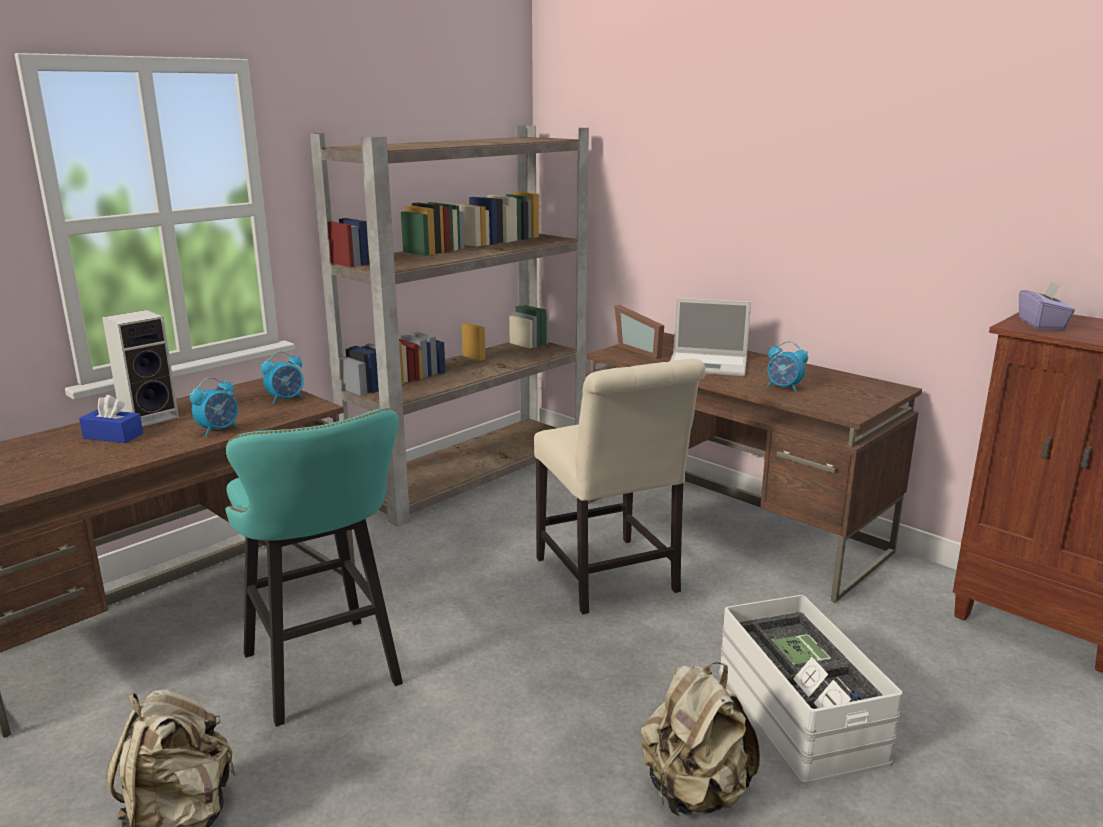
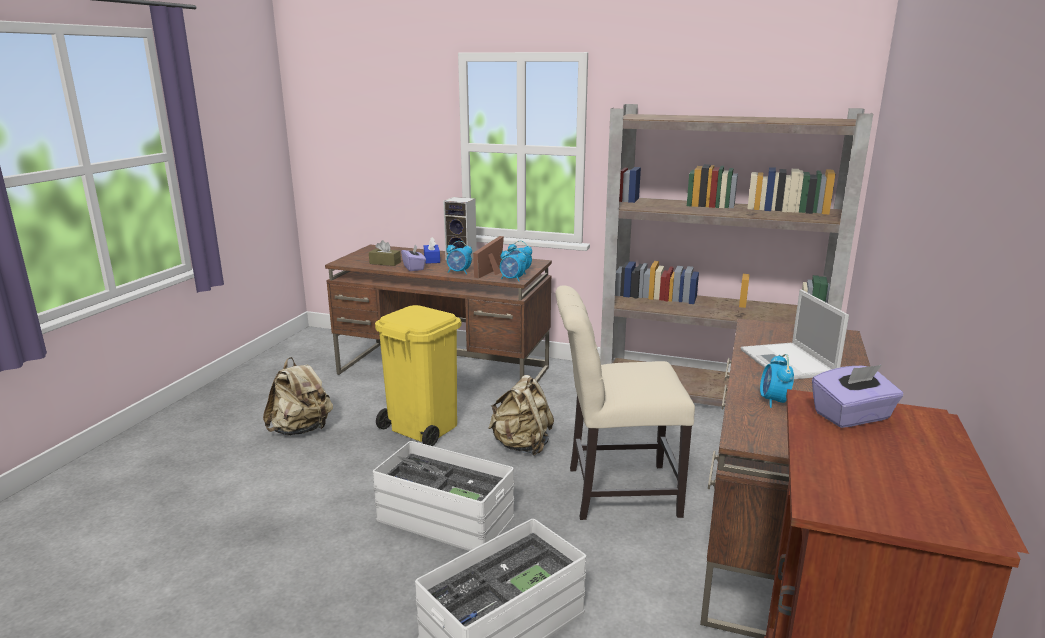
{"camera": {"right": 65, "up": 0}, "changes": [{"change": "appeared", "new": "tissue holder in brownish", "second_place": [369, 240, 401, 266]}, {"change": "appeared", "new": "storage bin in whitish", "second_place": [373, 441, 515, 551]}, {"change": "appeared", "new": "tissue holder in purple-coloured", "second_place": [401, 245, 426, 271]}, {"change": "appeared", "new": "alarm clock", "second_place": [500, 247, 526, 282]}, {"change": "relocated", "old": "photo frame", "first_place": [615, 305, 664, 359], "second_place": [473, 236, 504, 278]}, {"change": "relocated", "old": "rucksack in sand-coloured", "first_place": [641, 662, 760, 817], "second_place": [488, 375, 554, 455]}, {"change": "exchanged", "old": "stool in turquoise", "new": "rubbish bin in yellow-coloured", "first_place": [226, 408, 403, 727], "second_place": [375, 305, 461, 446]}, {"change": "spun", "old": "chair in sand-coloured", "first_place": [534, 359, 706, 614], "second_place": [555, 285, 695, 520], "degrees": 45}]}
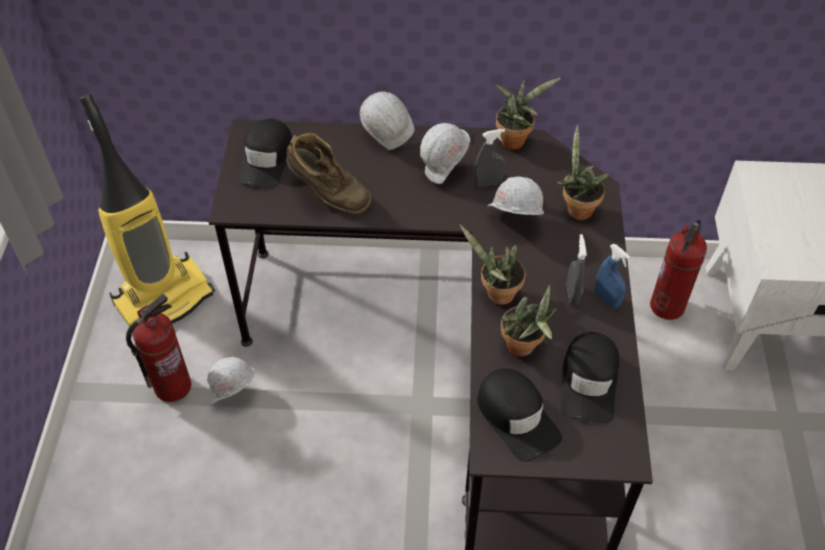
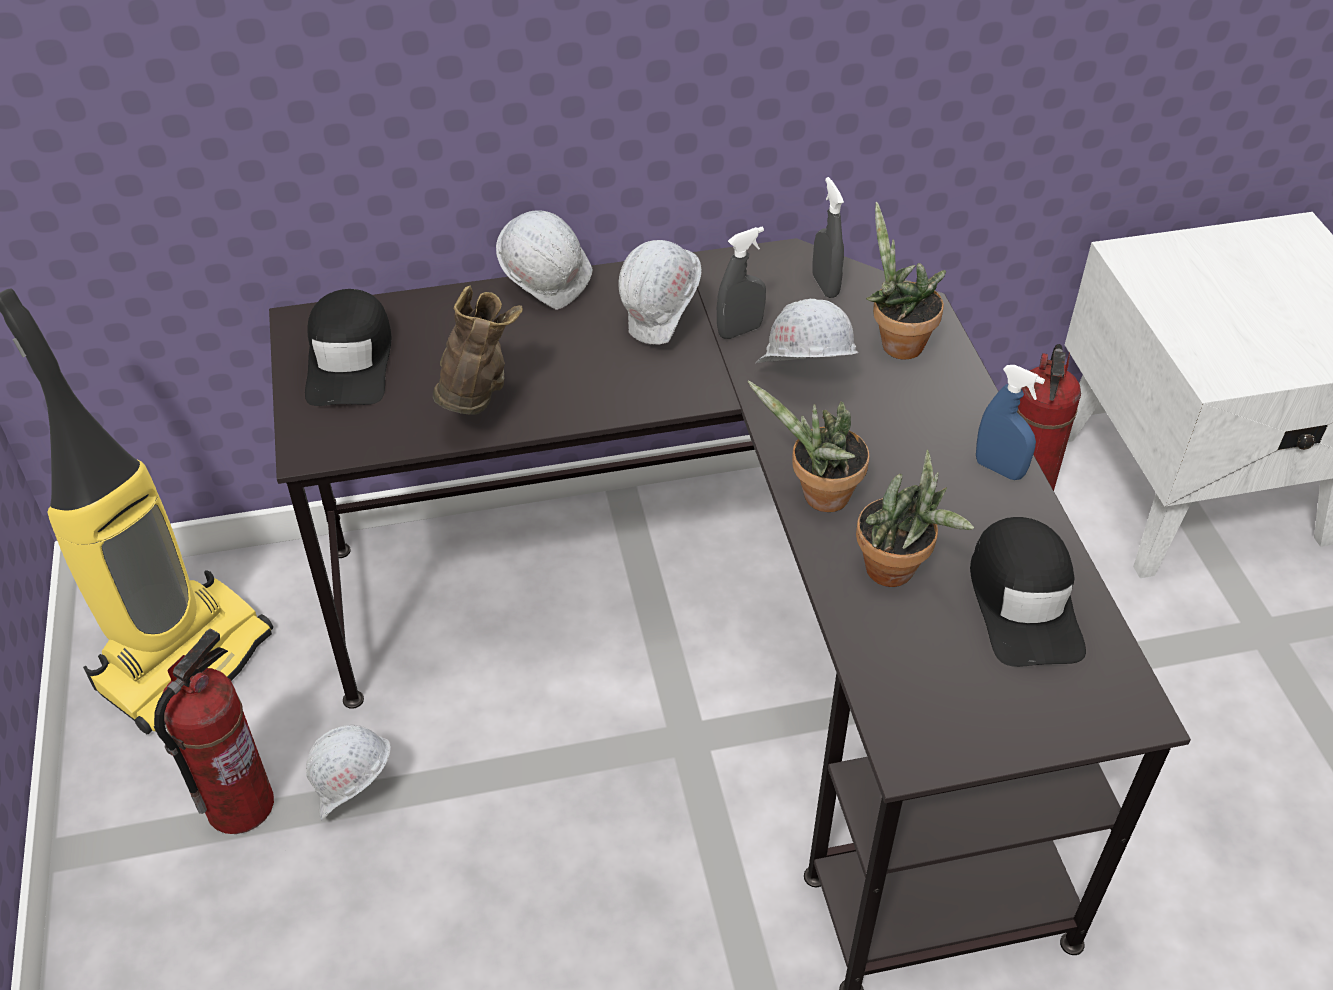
{"camera": {"right": -15, "up": -5}, "changes": [{"change": "missing", "old": "peaked cap in black", "first_place": [477, 368, 562, 462]}, {"change": "missing", "old": "houseplant", "first_place": [494, 78, 561, 150]}, {"change": "relocated", "old": "hand sprayer in gray", "first_place": [567, 234, 587, 305], "second_place": [812, 177, 844, 298]}, {"change": "spun", "old": "high-top boot in brownish", "first_place": [286, 133, 372, 215], "second_place": [433, 285, 523, 415], "degrees": -105}]}
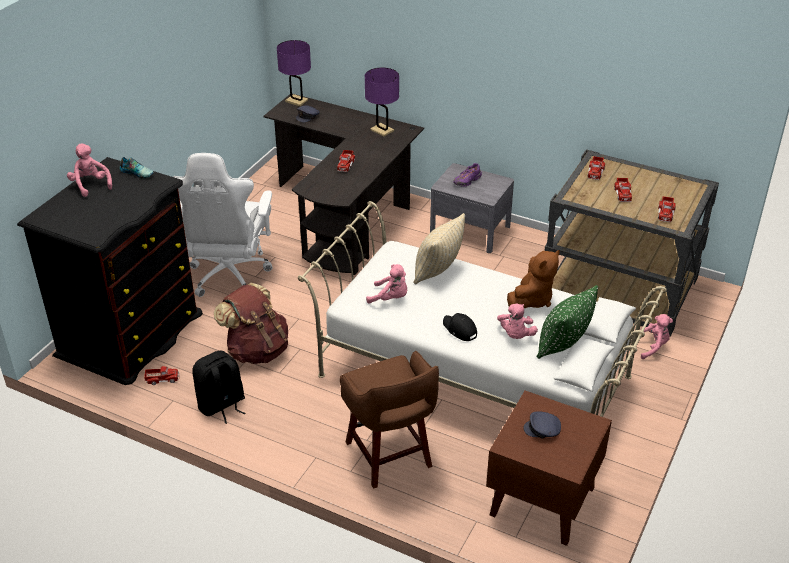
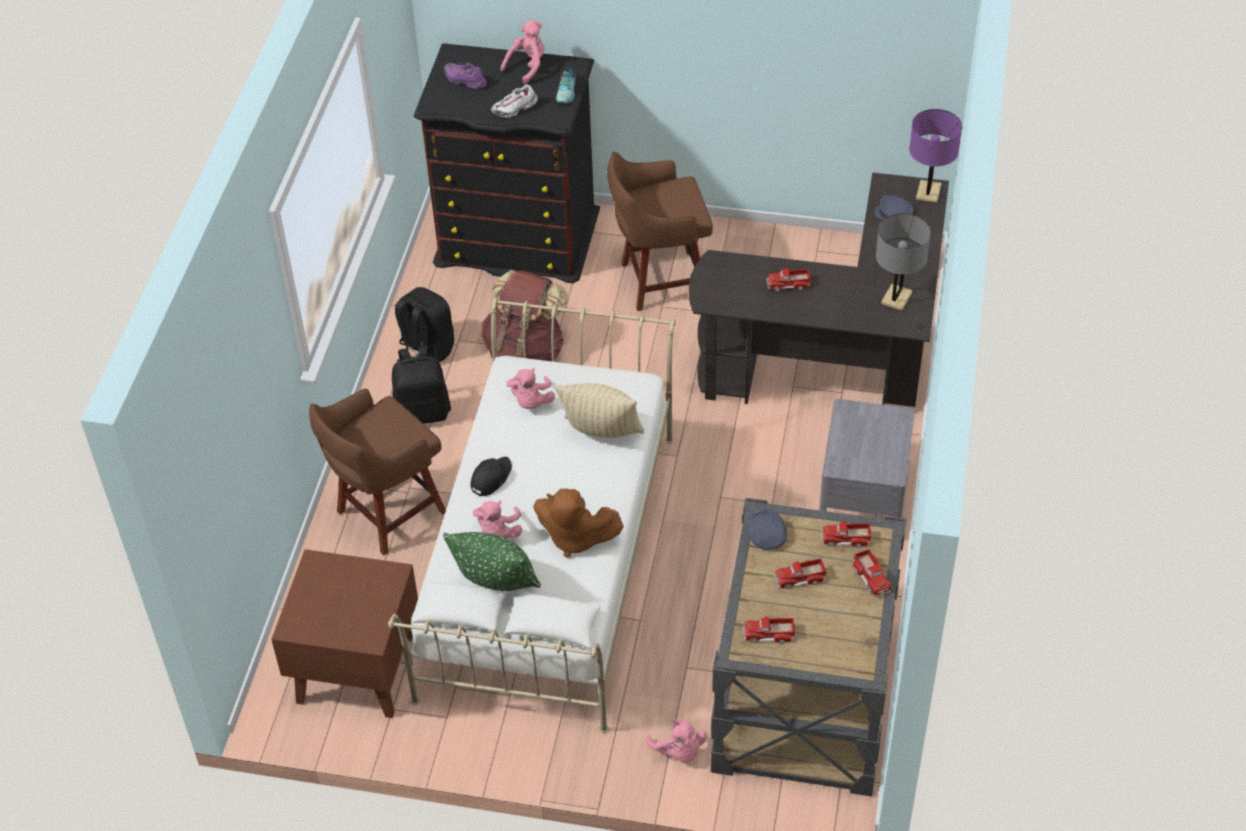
{"camera": {"right": 75, "up": 10}, "changes": [{"change": "appeared", "new": "rucksack in black", "second_place": [392, 346, 451, 424]}, {"change": "appeared", "new": "item of footwear in whitish", "second_place": [491, 85, 538, 118]}, {"change": "relocated", "old": "toy truck", "first_place": [144, 366, 180, 385], "second_place": [852, 549, 891, 597]}, {"change": "relocated", "old": "item of footwear in purple-coloured", "first_place": [453, 163, 482, 187], "second_place": [444, 63, 486, 89]}, {"change": "relocated", "old": "peaked cap in gray", "first_place": [524, 411, 561, 438], "second_place": [747, 509, 787, 549]}, {"change": "exchanged", "old": "computer chair in whitish", "new": "stool in brownish", "first_place": [173, 153, 272, 297], "second_place": [607, 152, 713, 311]}, {"change": "colour", "old": "lamp for a table in purple-coloured", "new": "lamp for a table in gray", "first_place": [365, 68, 399, 137], "second_place": [876, 213, 931, 311]}, {"change": "spun", "old": "plush toy in pink-coloured", "first_place": [497, 303, 538, 339], "second_place": [473, 501, 522, 539], "degrees": -75}]}
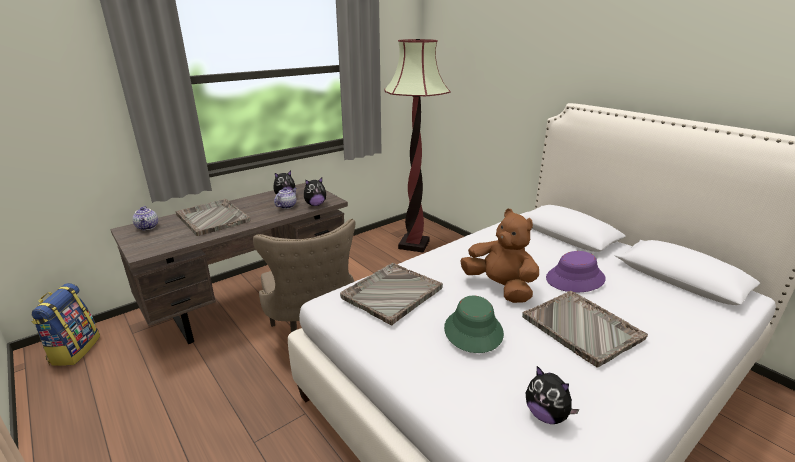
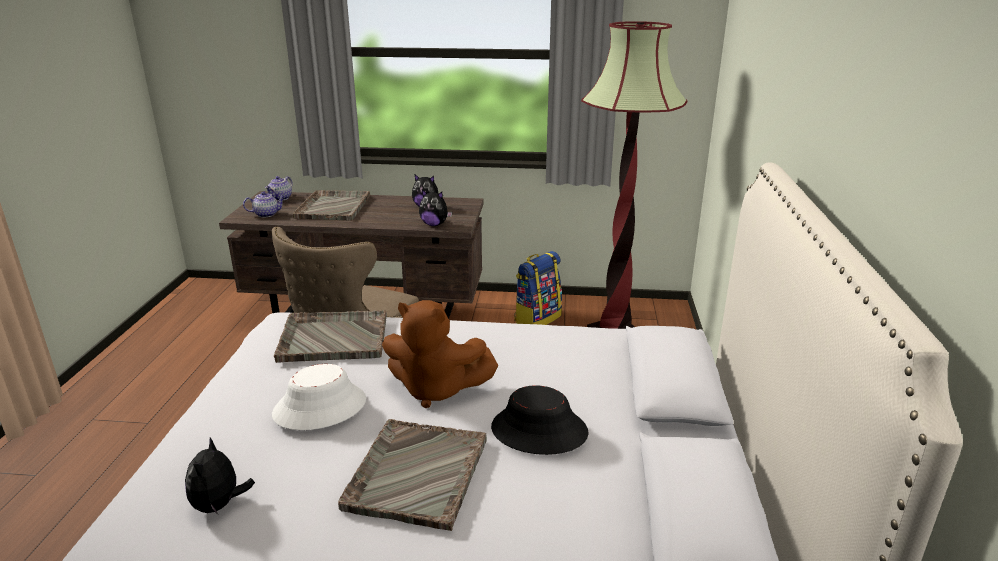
{"camera": {"right": 45, "up": 0}, "changes": [{"change": "relocated", "old": "rucksack", "first_place": [31, 283, 100, 366], "second_place": [514, 251, 562, 325]}, {"change": "relocated", "old": "tea pot", "first_place": [274, 188, 296, 209], "second_place": [243, 191, 285, 218]}, {"change": "colour", "old": "wearable hat in green", "new": "wearable hat in whitish", "first_place": [444, 296, 504, 353], "second_place": [272, 364, 366, 430]}, {"change": "colour", "old": "wearable hat in purple-coloured", "new": "wearable hat in black", "first_place": [546, 251, 606, 293], "second_place": [491, 385, 589, 455]}, {"change": "spun", "old": "plush toy in brownish", "first_place": [460, 209, 539, 303], "second_place": [382, 300, 499, 408], "degrees": 105}]}
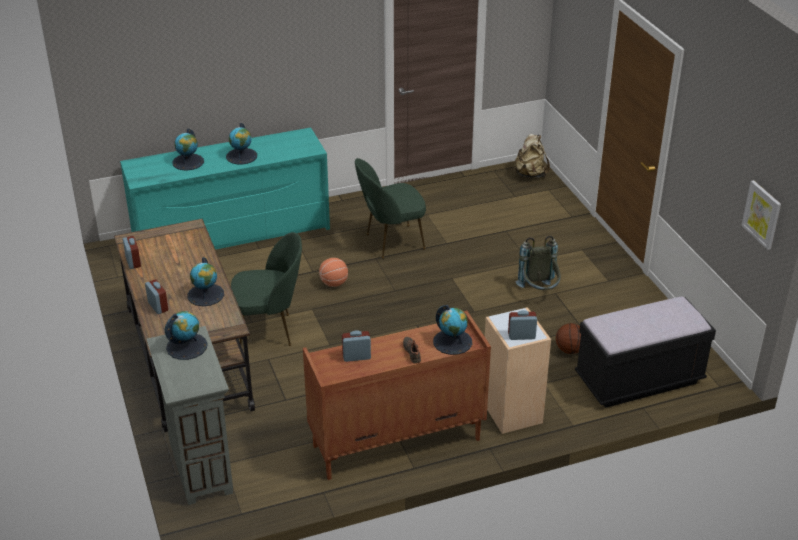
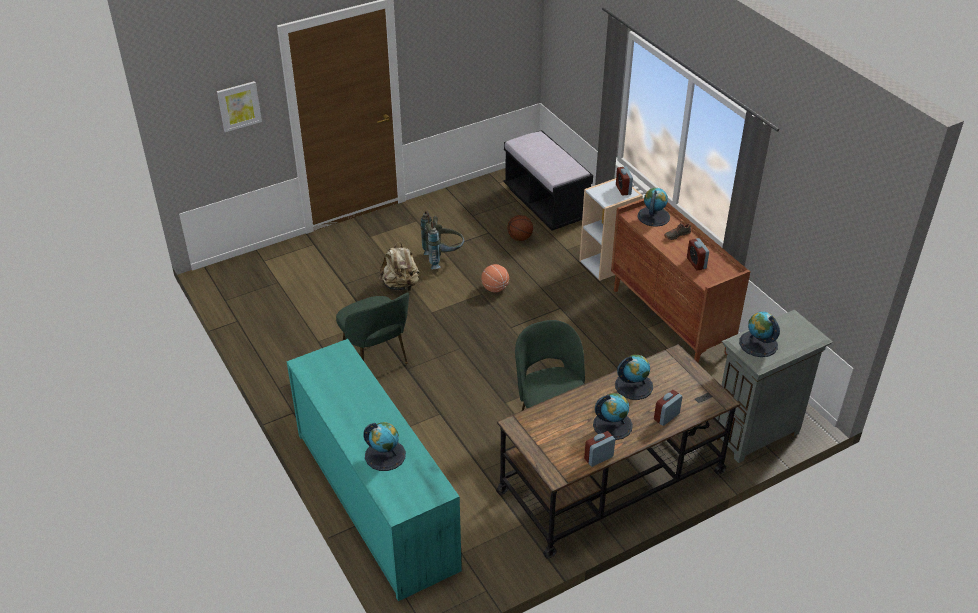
{"camera": {"right": -100, "up": 5}, "changes": [{"change": "relocated", "old": "desk globe", "first_place": [226, 123, 257, 164], "second_place": [593, 393, 633, 440]}, {"change": "relocated", "old": "ball for basketball", "first_place": [319, 258, 348, 287], "second_place": [481, 264, 509, 292]}, {"change": "relocated", "old": "rucksack in sand-coloured", "first_place": [514, 134, 550, 178], "second_place": [379, 241, 420, 292]}, {"change": "relocated", "old": "picture", "first_place": [742, 180, 781, 250], "second_place": [217, 81, 262, 132]}]}
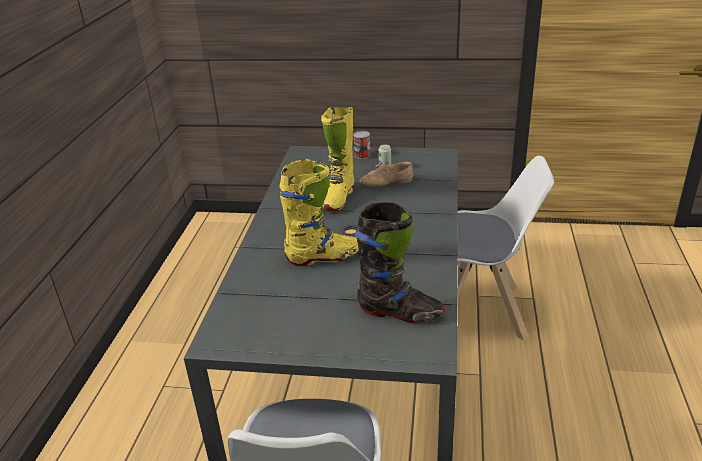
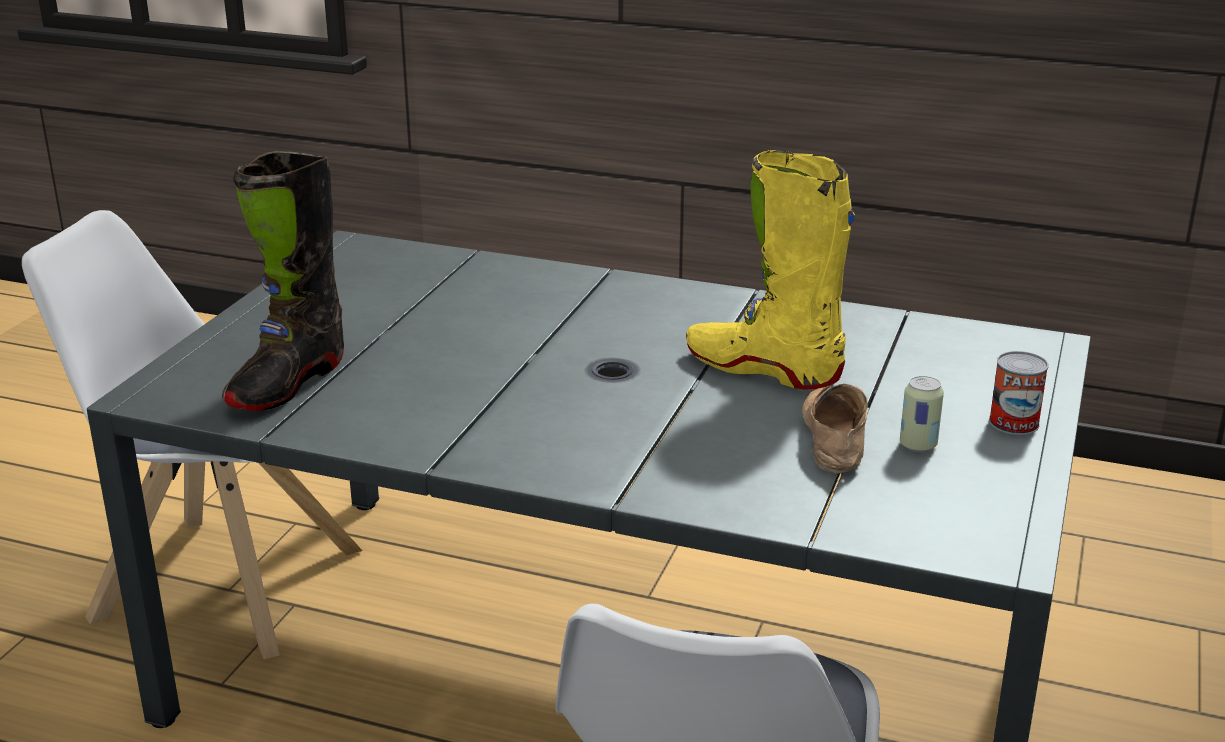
{"camera": {"right": 100, "up": -5}, "changes": [{"change": "missing", "old": "high-top boot in yellow-coloured", "first_place": [279, 159, 359, 266]}]}
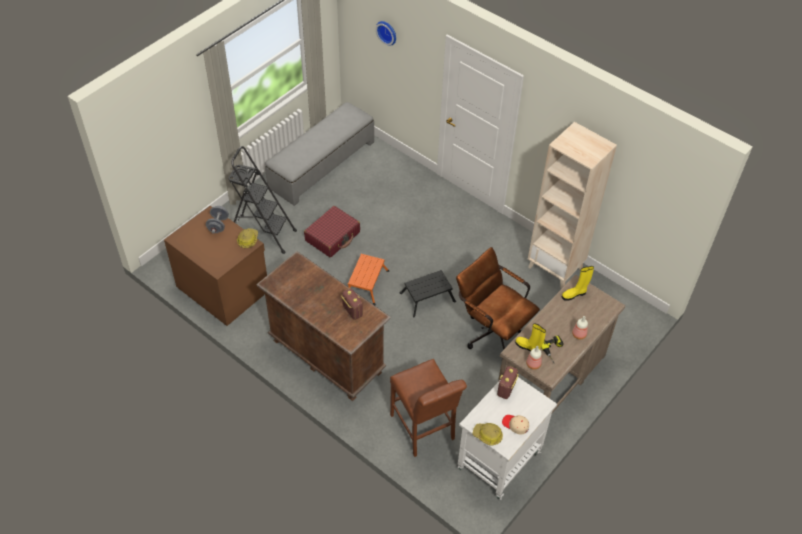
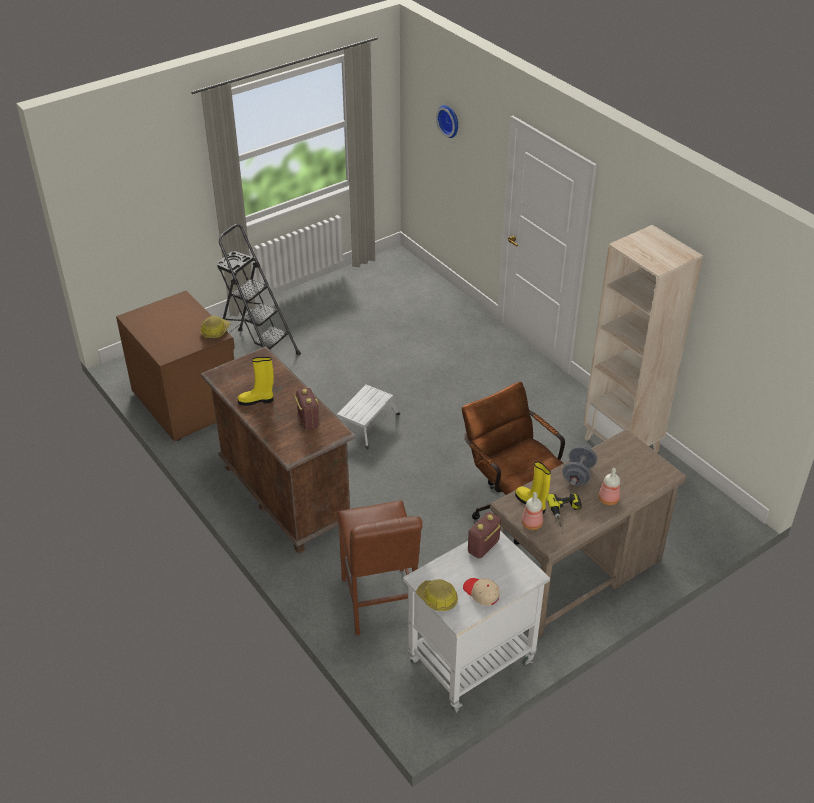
{"camera": {"right": 15, "up": -10}, "changes": [{"change": "missing", "old": "bench in gray", "first_place": [265, 102, 374, 206]}, {"change": "missing", "old": "piece of luggage in reddish", "first_place": [304, 206, 360, 257]}, {"change": "missing", "old": "step ladder in black", "first_place": [399, 270, 456, 318]}, {"change": "relocated", "old": "hand weight in gray", "first_place": [206, 206, 229, 233], "second_place": [562, 446, 597, 486]}, {"change": "relocated", "old": "high-top boot in yellow-coloured", "first_place": [562, 266, 594, 301], "second_place": [238, 357, 274, 406]}, {"change": "colour", "old": "step ladder in orangey", "new": "step ladder in whitish", "first_place": [348, 254, 389, 306], "second_place": [337, 384, 400, 450]}]}
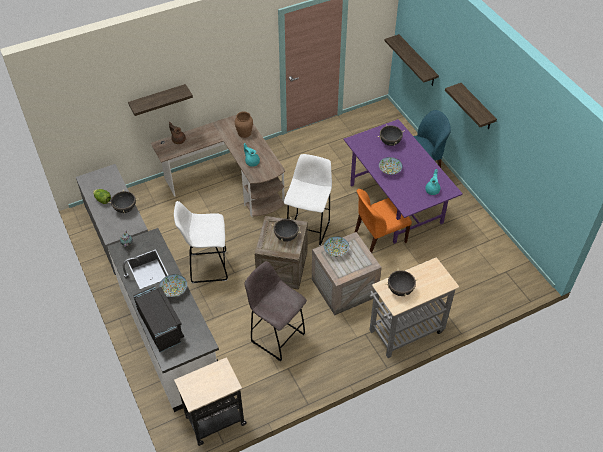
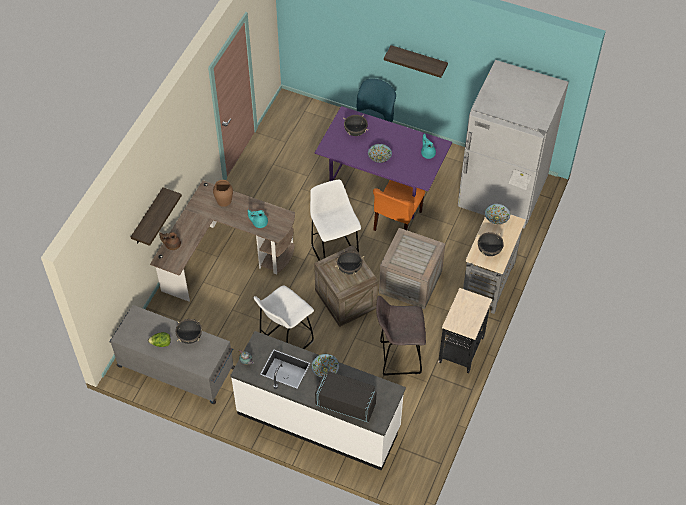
{"camera": {"right": -40, "up": 5}, "changes": [{"change": "missing", "old": "shelf", "first_place": [384, 34, 439, 86]}, {"change": "appeared", "new": "fridge in whitish", "second_place": [458, 60, 569, 228]}, {"change": "relocated", "old": "wheeled cart", "first_place": [174, 357, 247, 446], "second_place": [439, 288, 492, 373]}, {"change": "relocated", "old": "deep dish", "first_place": [324, 236, 349, 257], "second_place": [485, 204, 510, 224]}]}
